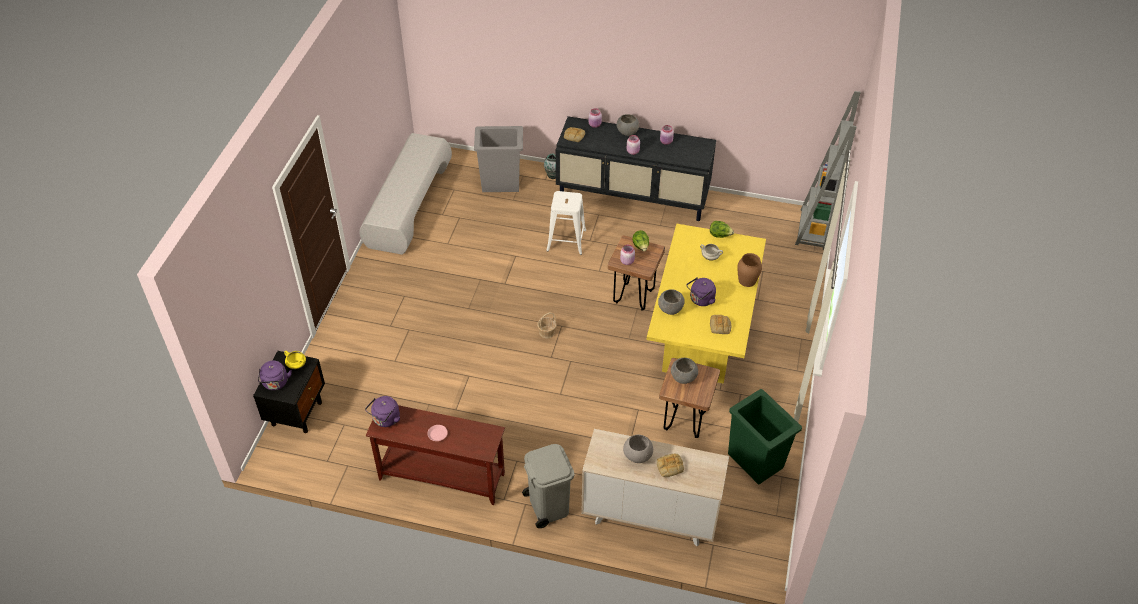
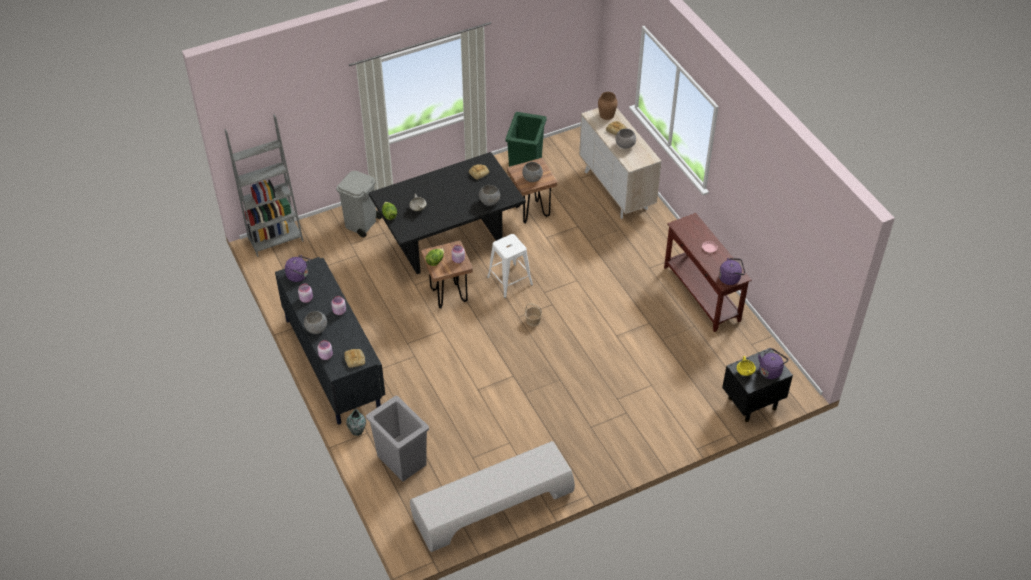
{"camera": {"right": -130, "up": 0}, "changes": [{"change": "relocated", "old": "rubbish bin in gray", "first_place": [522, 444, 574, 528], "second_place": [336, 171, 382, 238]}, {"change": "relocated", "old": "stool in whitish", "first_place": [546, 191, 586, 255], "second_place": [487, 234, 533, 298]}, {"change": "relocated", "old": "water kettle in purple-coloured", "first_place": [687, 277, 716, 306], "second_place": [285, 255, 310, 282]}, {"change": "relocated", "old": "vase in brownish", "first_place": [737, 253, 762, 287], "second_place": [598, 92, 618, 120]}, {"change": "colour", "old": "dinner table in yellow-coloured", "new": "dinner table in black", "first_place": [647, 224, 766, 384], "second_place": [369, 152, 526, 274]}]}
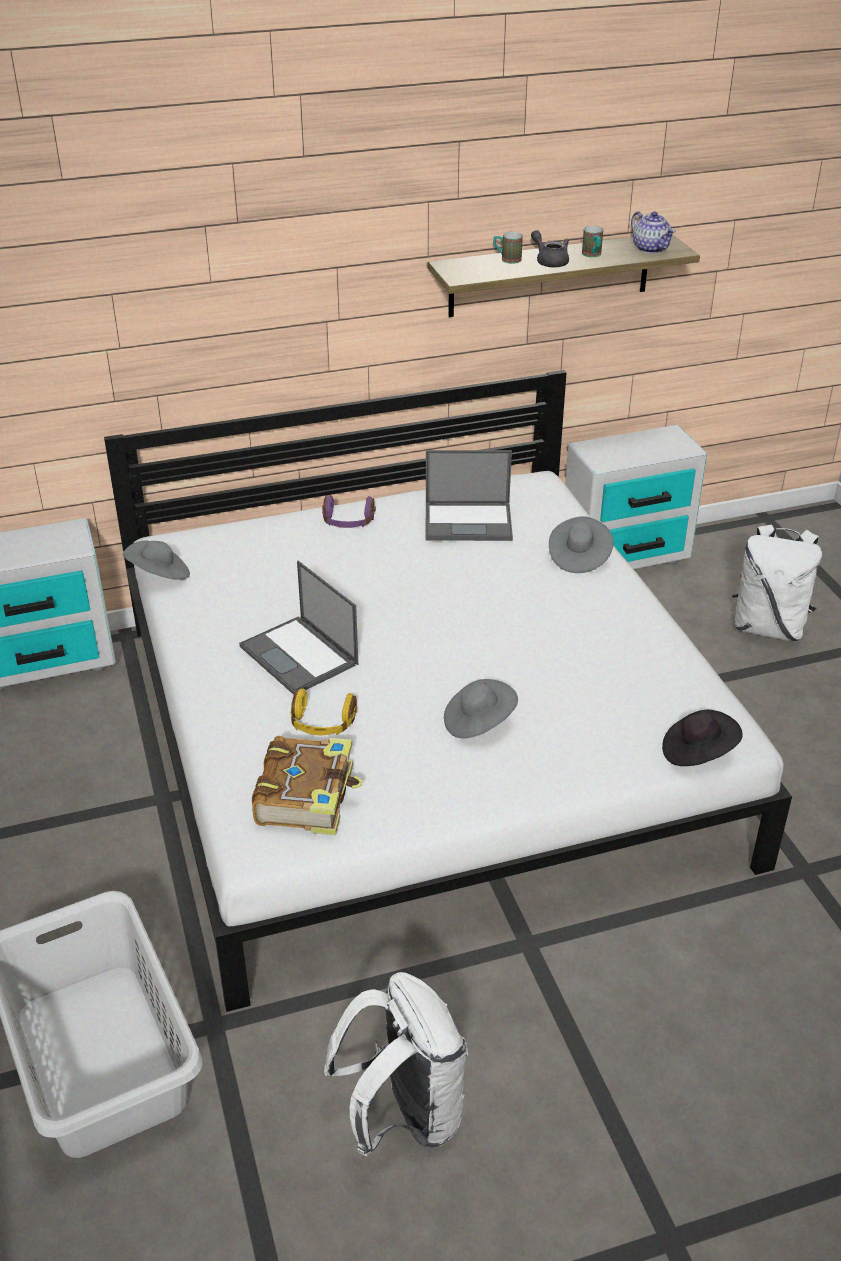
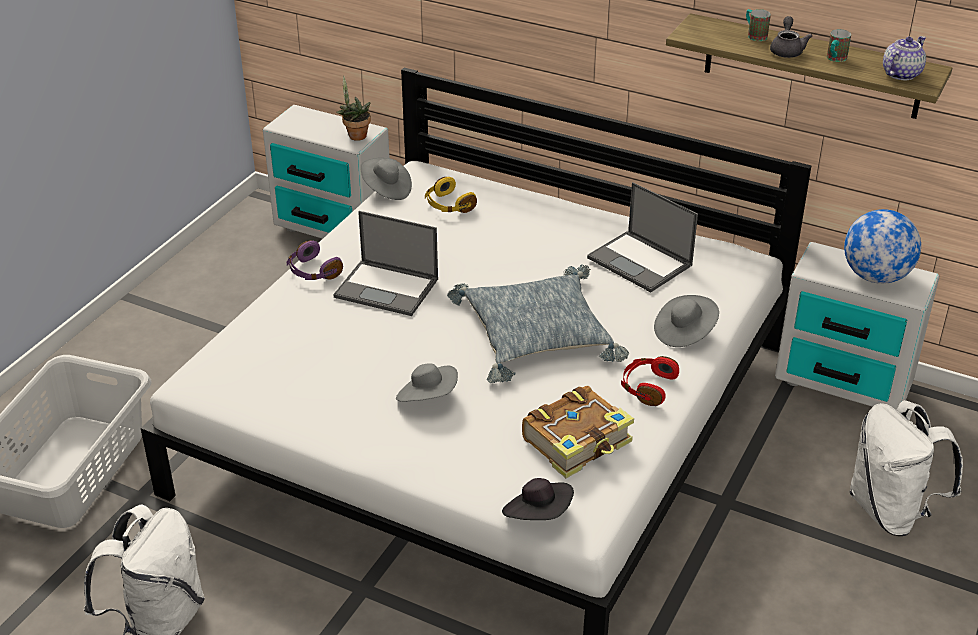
{"camera": {"right": 45, "up": 0}, "changes": [{"change": "appeared", "new": "houseplant", "second_place": [336, 76, 371, 141]}, {"change": "appeared", "new": "throw pillow", "second_place": [447, 265, 629, 383]}, {"change": "appeared", "new": "headphones in reddish", "second_place": [621, 356, 679, 406]}, {"change": "appeared", "new": "desk globe", "second_place": [844, 209, 921, 284]}, {"change": "relocated", "old": "bound book", "first_place": [252, 736, 362, 835], "second_place": [522, 386, 634, 478]}, {"change": "relocated", "old": "headphones in yellow-coloured", "first_place": [291, 689, 357, 735], "second_place": [425, 177, 477, 213]}, {"change": "relocated", "old": "headphones in purple-coloured", "first_place": [322, 495, 376, 528], "second_place": [287, 240, 343, 280]}, {"change": "spun", "old": "portable computer", "first_place": [239, 561, 358, 695], "second_place": [333, 211, 438, 316], "degrees": -75}, {"change": "spun", "old": "tea pot", "first_place": [631, 211, 676, 254], "second_place": [883, 36, 926, 80], "degrees": -150}]}
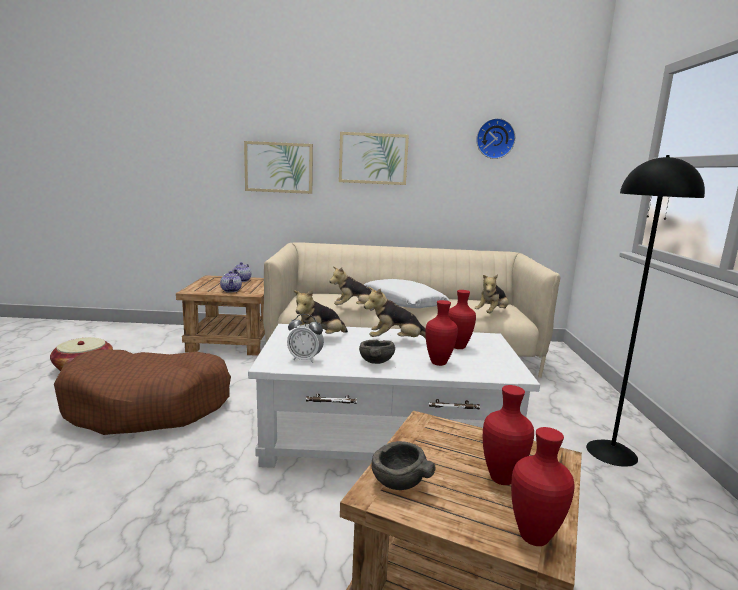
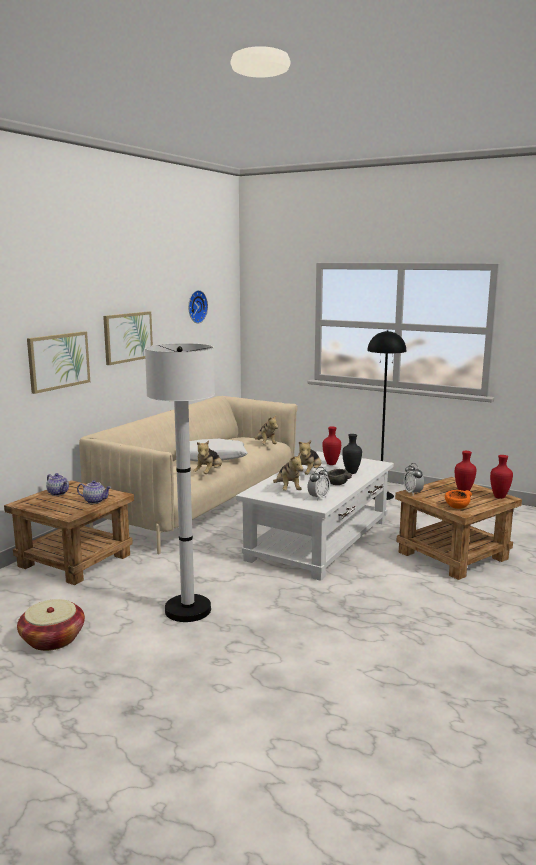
{"camera": {"right": -60, "up": 0}, "changes": [{"change": "appeared", "new": "alarm clock", "second_place": [404, 463, 424, 496]}, {"change": "exchanged", "old": "pet bed in brownish", "new": "standard lamp in whitish", "first_place": [54, 349, 231, 435], "second_place": [145, 343, 215, 622]}, {"change": "colour", "old": "deep dish in gray", "new": "deep dish in orangey", "first_place": [371, 441, 436, 490], "second_place": [445, 490, 472, 509]}, {"change": "colour", "old": "vase in reddish", "new": "vase in black", "first_place": [425, 300, 458, 366], "second_place": [342, 434, 362, 474]}]}
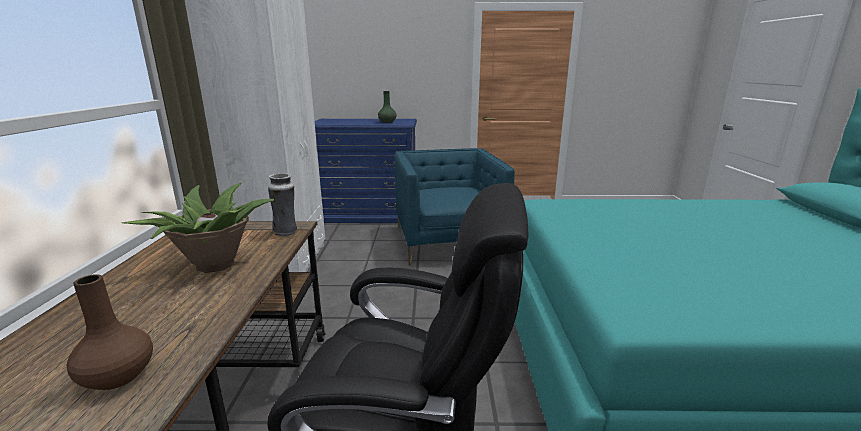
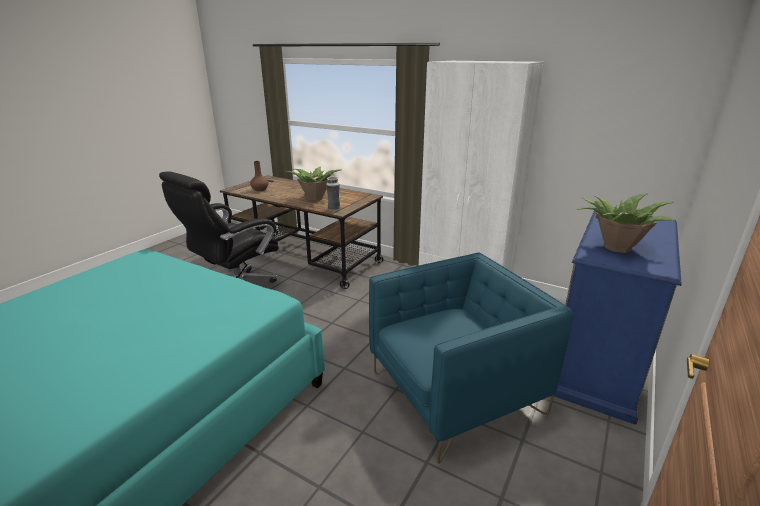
{"camera": {"right": 120, "up": 5}, "changes": [{"change": "exchanged", "old": "vase in green", "new": "houseplant", "first_place": [378, 91, 397, 123], "second_place": [576, 193, 675, 253]}, {"change": "spun", "old": "lounge chair in blue-coloured", "first_place": [395, 148, 515, 266], "second_place": [369, 252, 573, 464], "degrees": -45}]}
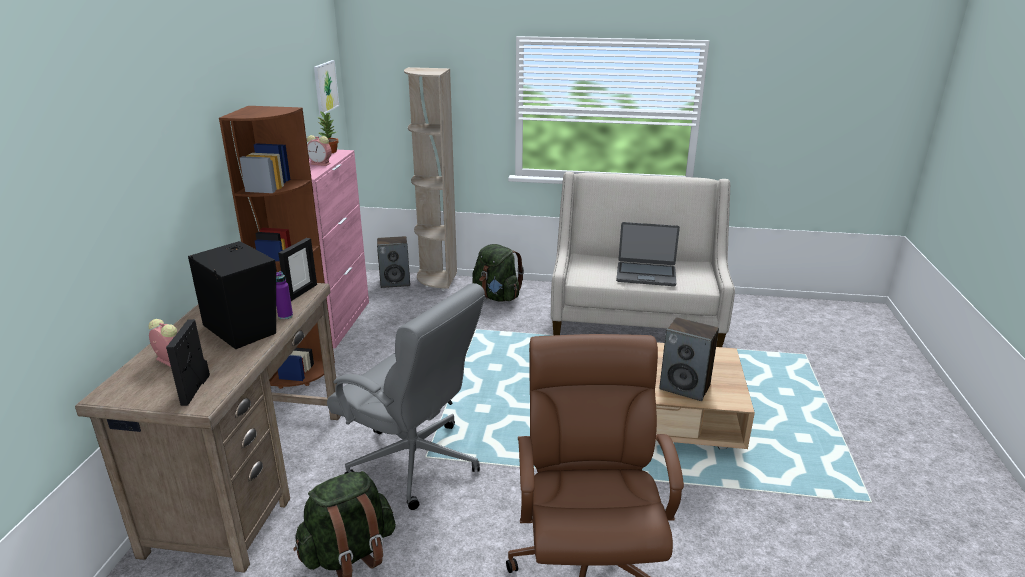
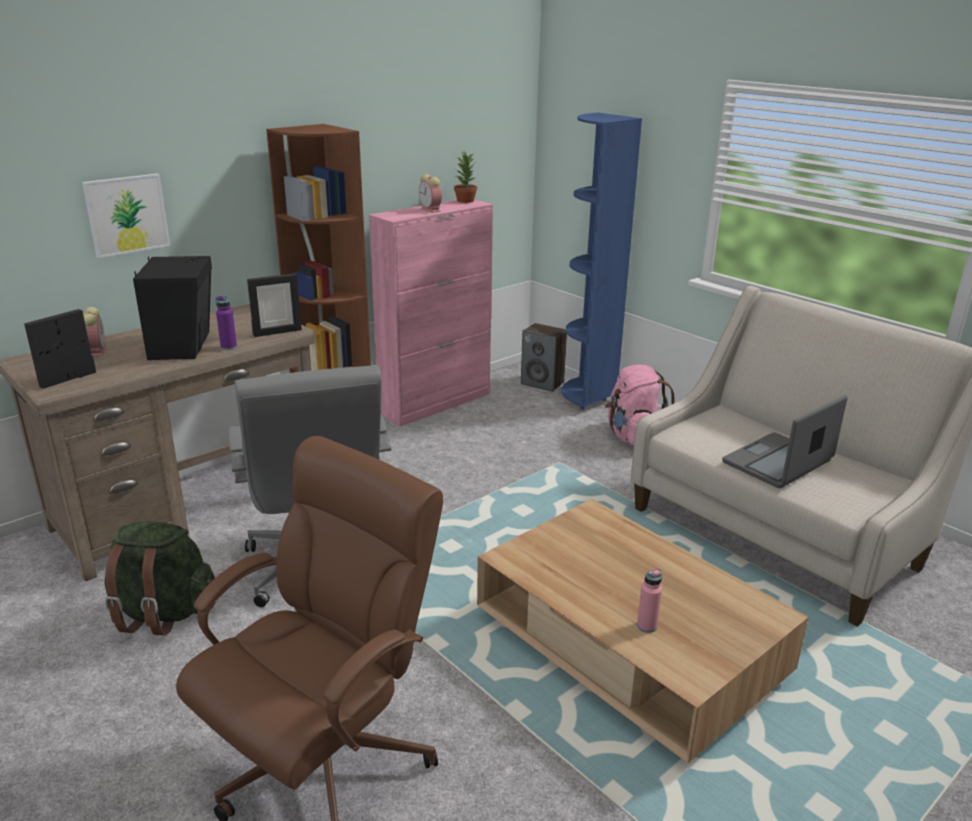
{"camera": {"right": 40, "up": 0}, "changes": [{"change": "relocated", "old": "picture", "first_place": [314, 60, 339, 115], "second_place": [82, 174, 170, 258]}, {"change": "exchanged", "old": "audio speaker", "new": "bottle in pink-coloured", "first_place": [659, 317, 719, 401], "second_place": [637, 568, 662, 633]}, {"change": "colour", "old": "bookshelf in sand-coloured", "new": "bookshelf in blue-coloured", "first_place": [404, 67, 457, 291], "second_place": [562, 112, 642, 410]}, {"change": "colour", "old": "rucksack in green", "new": "rucksack in pink-coloured", "first_place": [472, 244, 524, 302], "second_place": [605, 365, 674, 446]}, {"change": "spun", "old": "portable computer", "first_place": [616, 222, 680, 286], "second_place": [722, 395, 847, 488], "degrees": 90}]}
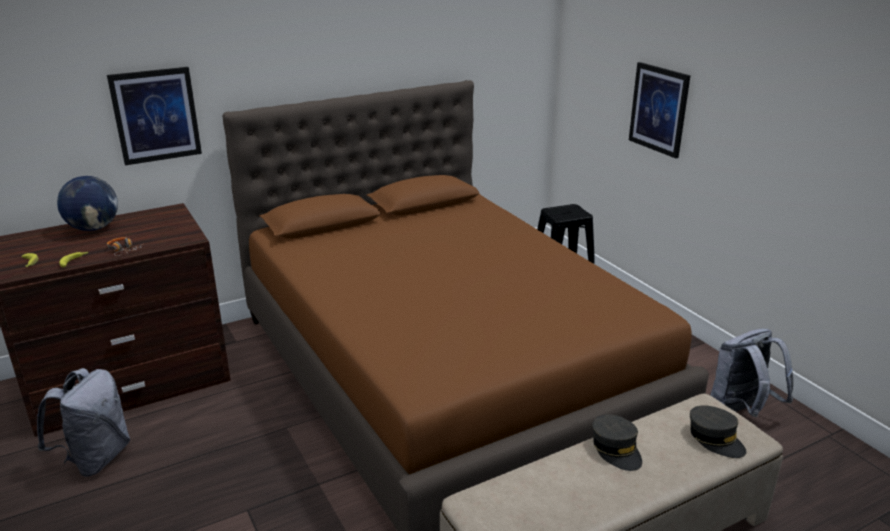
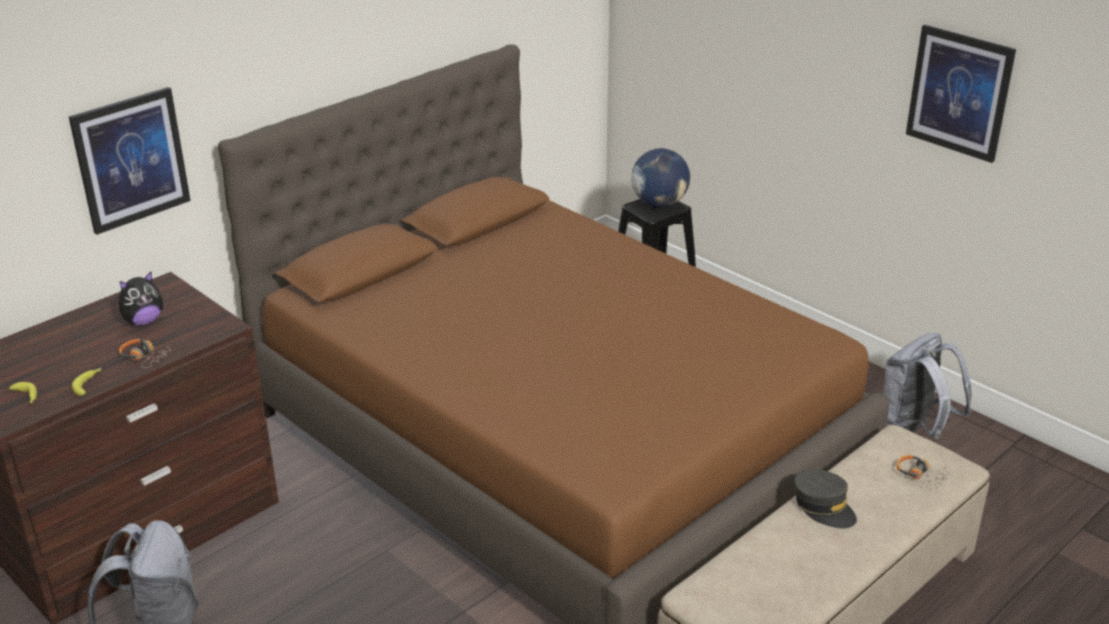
{"camera": {"right": -15, "up": 5}, "changes": [{"change": "appeared", "new": "plush toy", "second_place": [119, 272, 163, 326]}, {"change": "relocated", "old": "desk globe", "first_place": [57, 176, 118, 231], "second_place": [631, 148, 690, 207]}, {"change": "relocated", "old": "picture", "first_place": [629, 62, 690, 158], "second_place": [906, 25, 1016, 163]}, {"change": "exchanged", "old": "peaked cap in gray", "new": "headphones", "first_place": [690, 405, 746, 458], "second_place": [897, 455, 949, 490]}]}
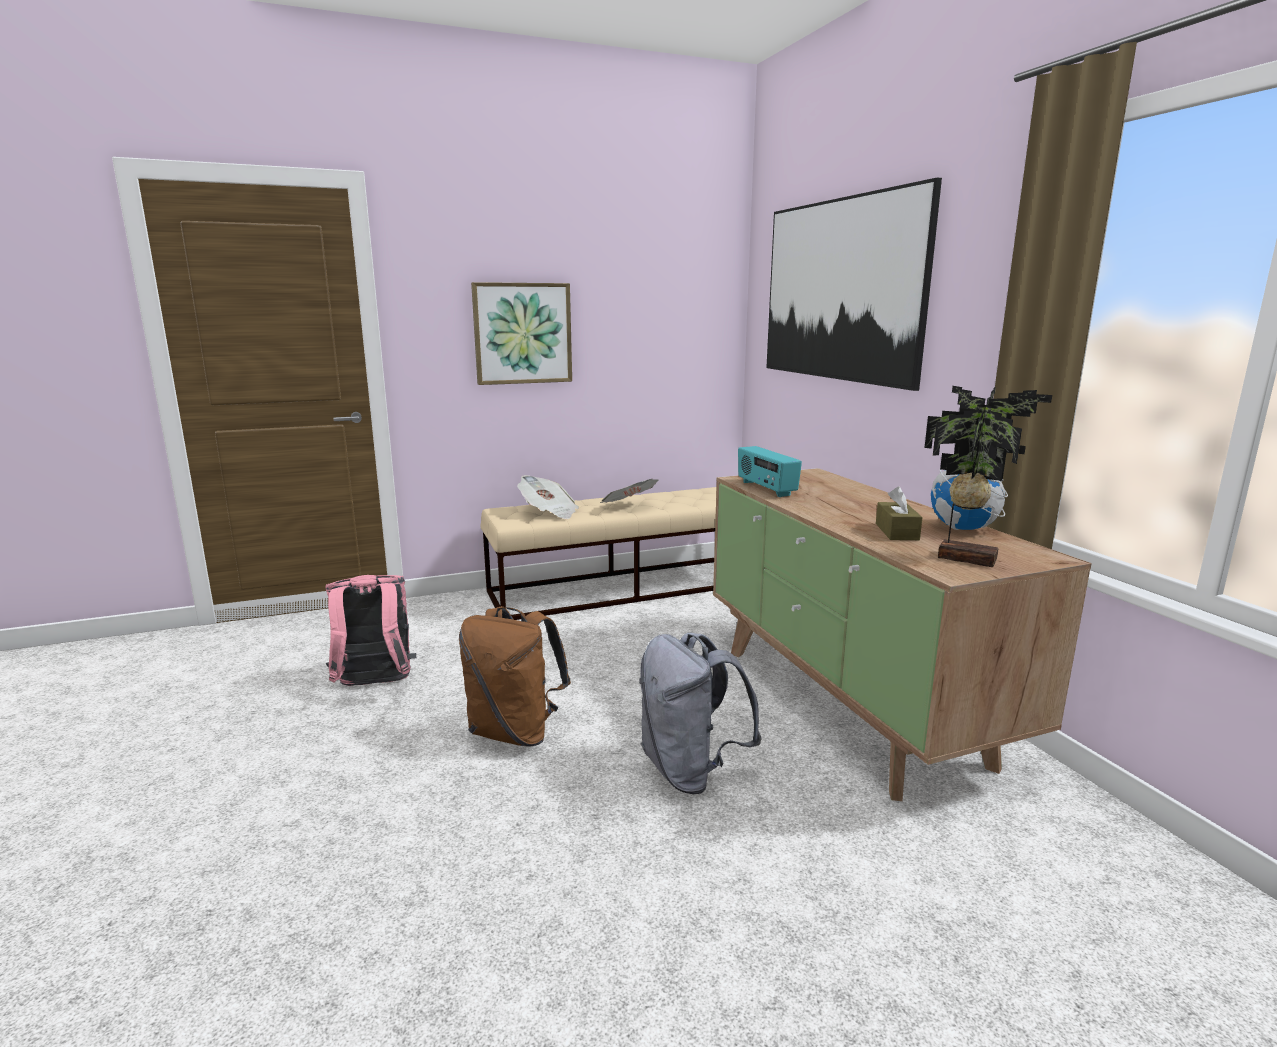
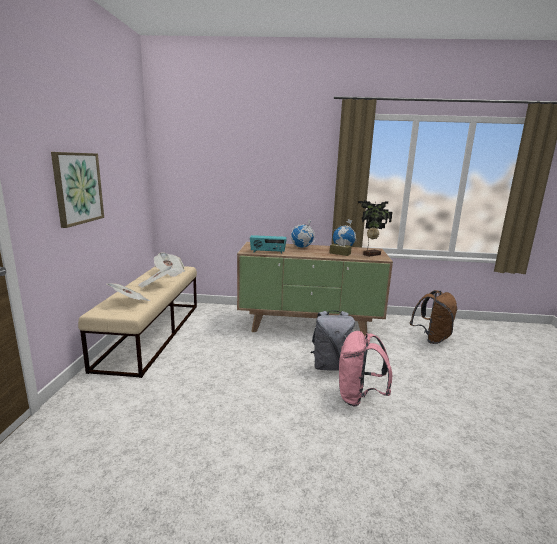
{"camera": {"right": -65, "up": 0}, "changes": [{"change": "missing", "old": "picture", "first_place": [766, 178, 942, 391]}, {"change": "appeared", "new": "newspaper", "second_place": [153, 252, 185, 277]}, {"change": "appeared", "new": "desk globe", "second_place": [291, 219, 315, 248]}, {"change": "relocated", "old": "rucksack in pink-coloured", "first_place": [325, 575, 416, 686], "second_place": [339, 331, 392, 407]}, {"change": "relocated", "old": "rucksack in brownish", "first_place": [459, 606, 571, 747], "second_place": [410, 290, 457, 344]}]}
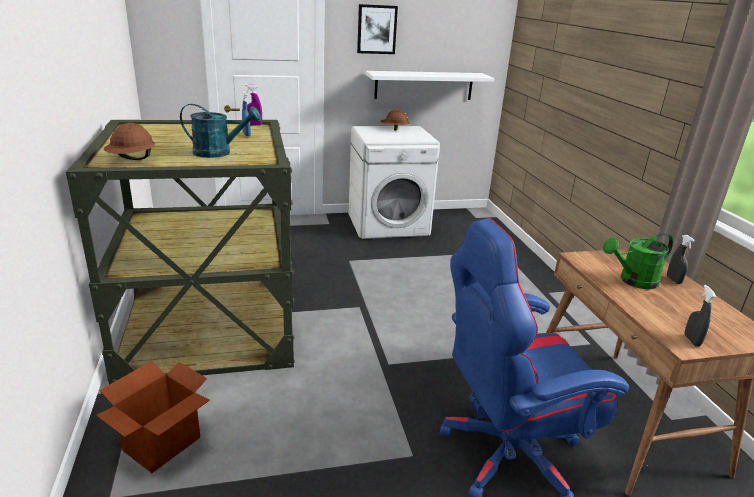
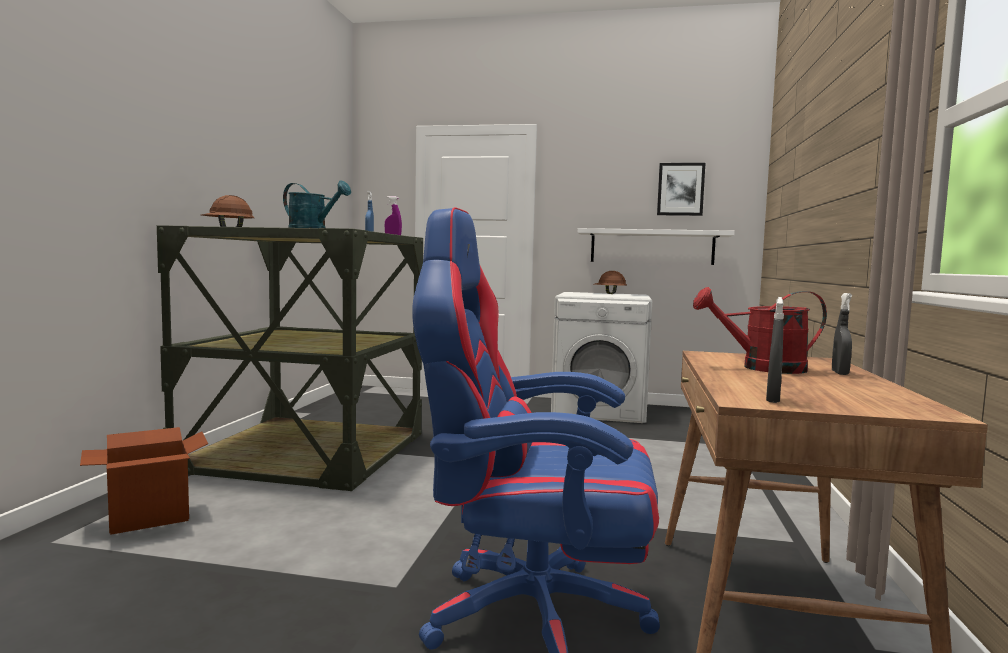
{"camera": {"right": 25, "up": -20}, "changes": [{"change": "relocated", "old": "picture", "first_place": [357, 4, 398, 54], "second_place": [657, 163, 705, 216]}, {"change": "colour", "old": "sprinkling can in green", "new": "sprinkling can in reddish", "first_place": [603, 233, 673, 289], "second_place": [693, 287, 827, 374]}]}
